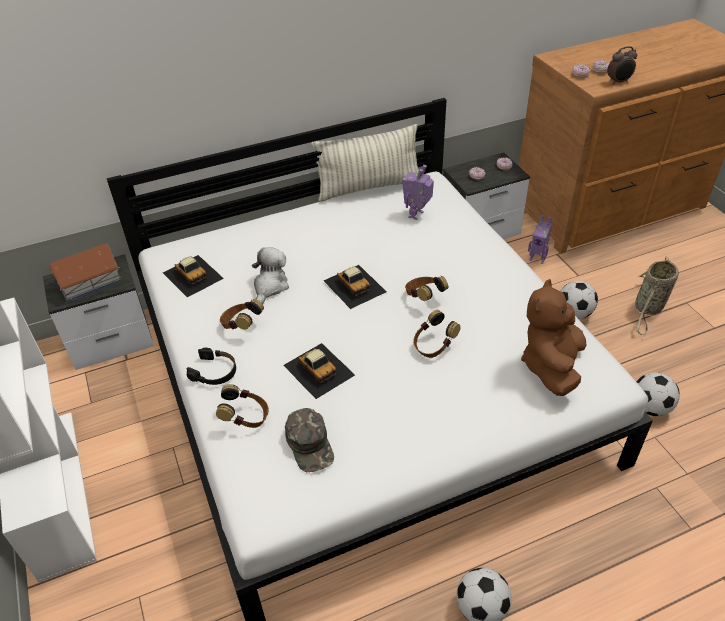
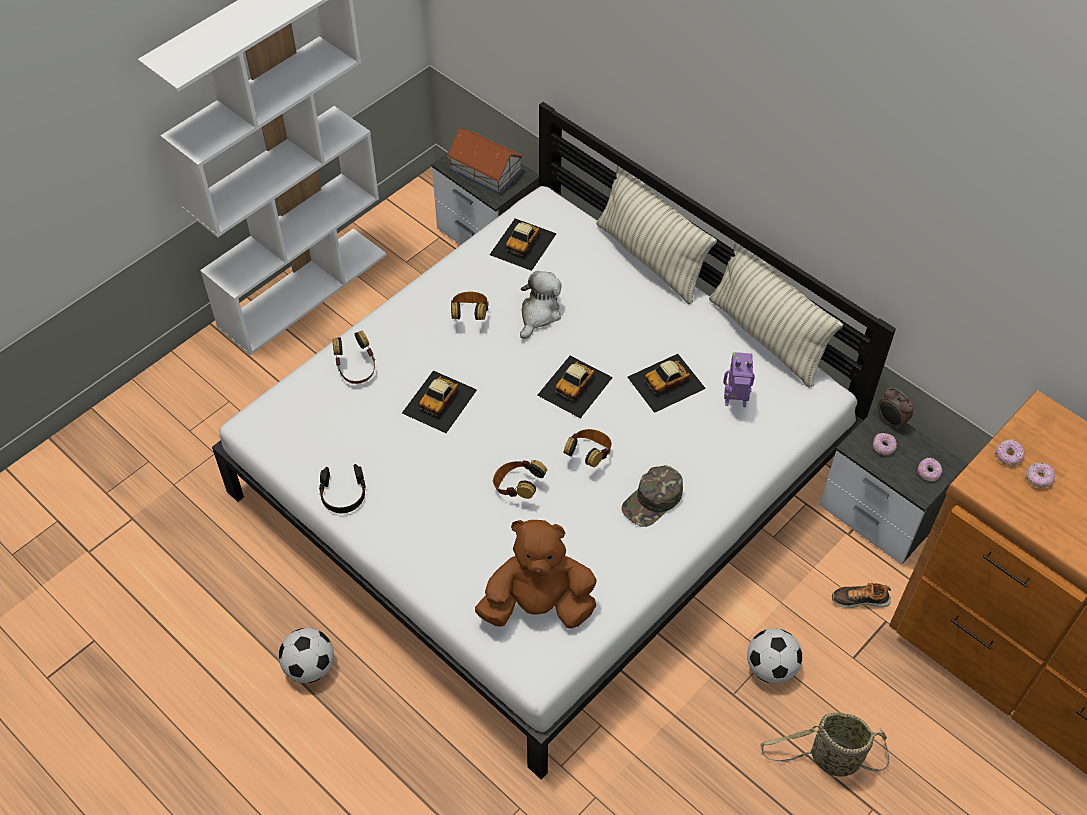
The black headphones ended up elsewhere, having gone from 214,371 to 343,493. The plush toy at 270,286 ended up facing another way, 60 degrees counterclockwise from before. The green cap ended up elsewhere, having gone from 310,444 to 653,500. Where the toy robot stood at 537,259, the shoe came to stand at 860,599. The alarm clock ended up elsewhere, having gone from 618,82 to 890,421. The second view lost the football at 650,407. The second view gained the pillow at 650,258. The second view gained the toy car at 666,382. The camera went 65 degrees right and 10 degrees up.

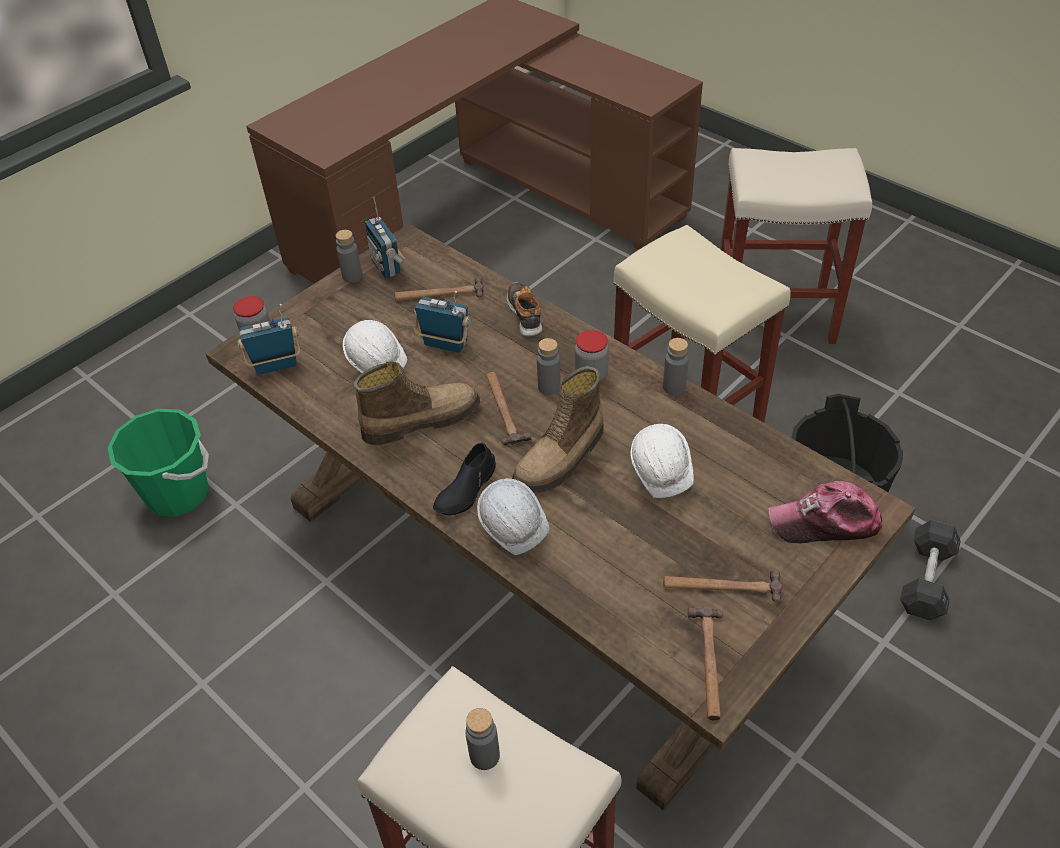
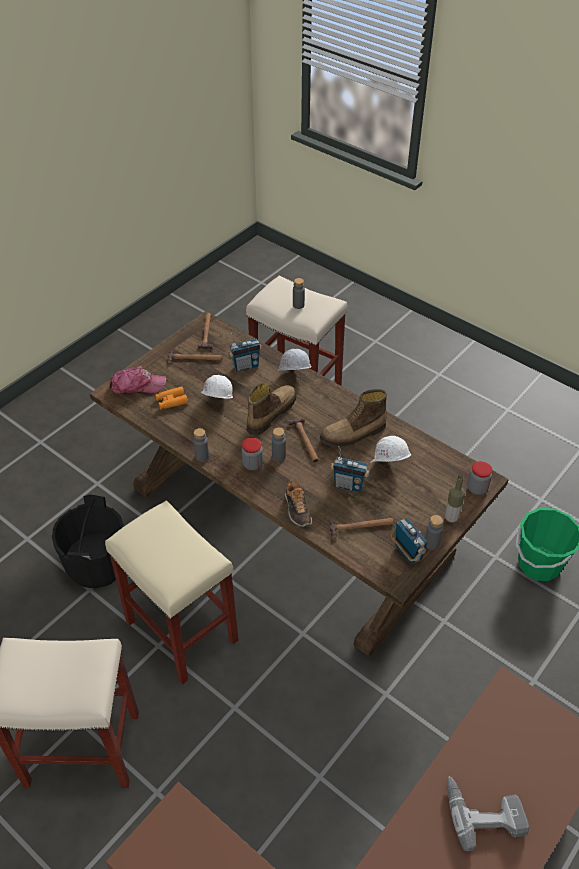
The radio ended up elsewhere, having gone from 276,366 to 245,366. The second view lost the black shoe at 466,489. The second view lost the grey dumbbell at 926,580. The second view gained the orange binoculars at 171,401. The second view gained the bottle at 451,518. The second view gained the power drill at 483,811. The camera went 175 degrees right and 0 degrees up.

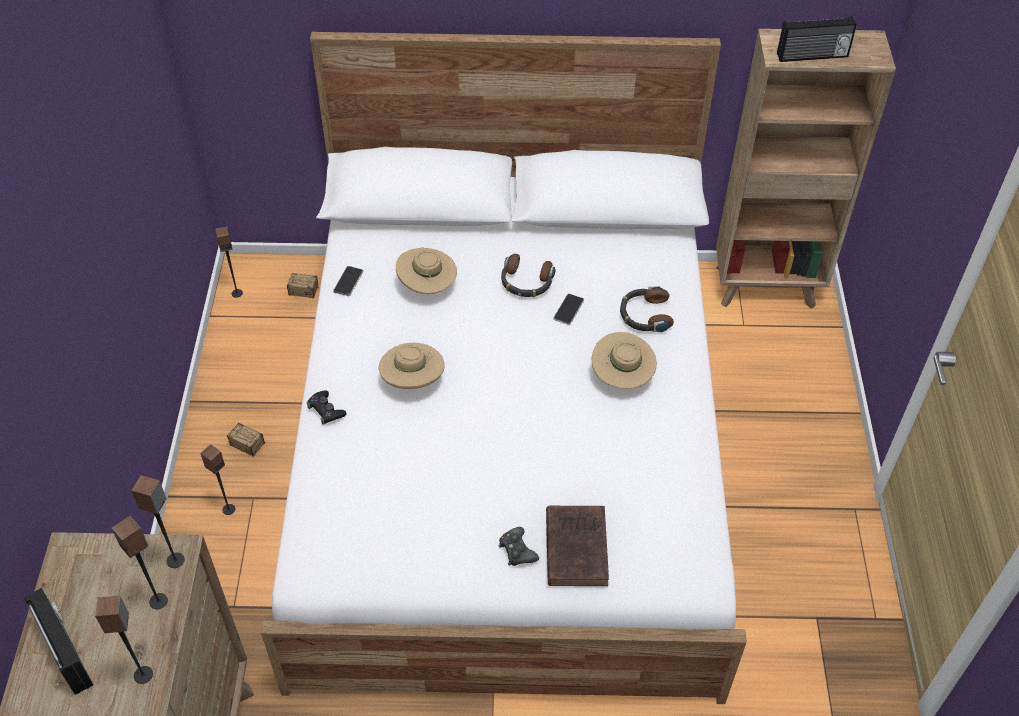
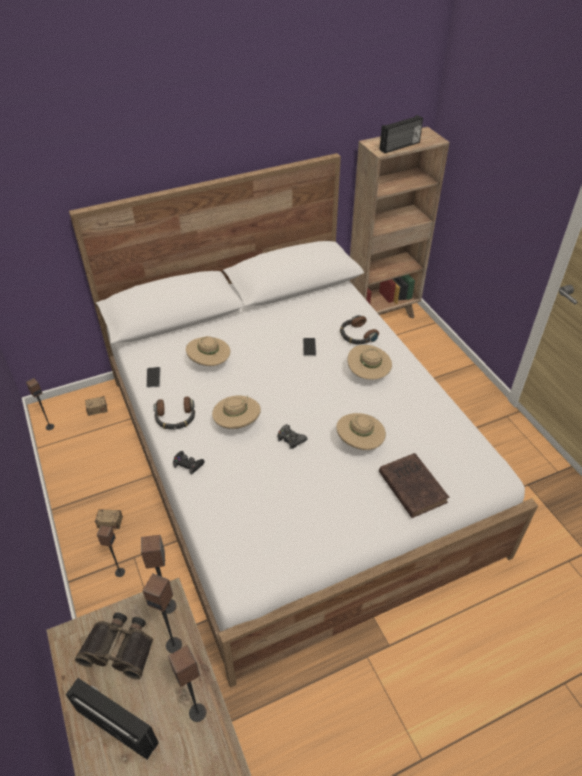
The black game controller ended up elsewhere, having gone from 517,550 to 290,439. The headphones ended up elsewhere, having gone from 526,282 to 175,417. The second view gained the binoculars at 120,647. The second view gained the beige hat at 359,443. The camera went 25 degrees left and 5 degrees down.

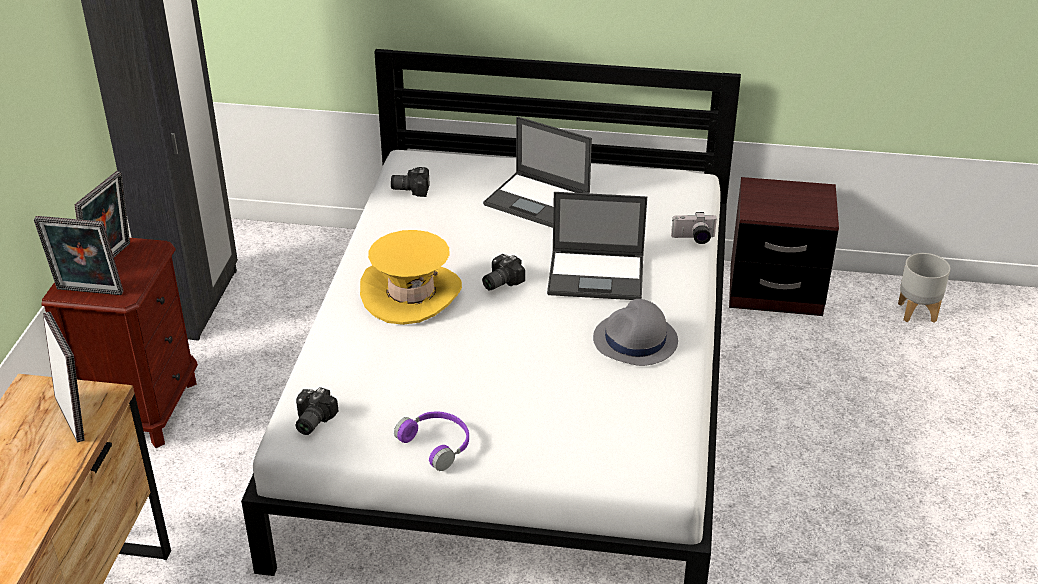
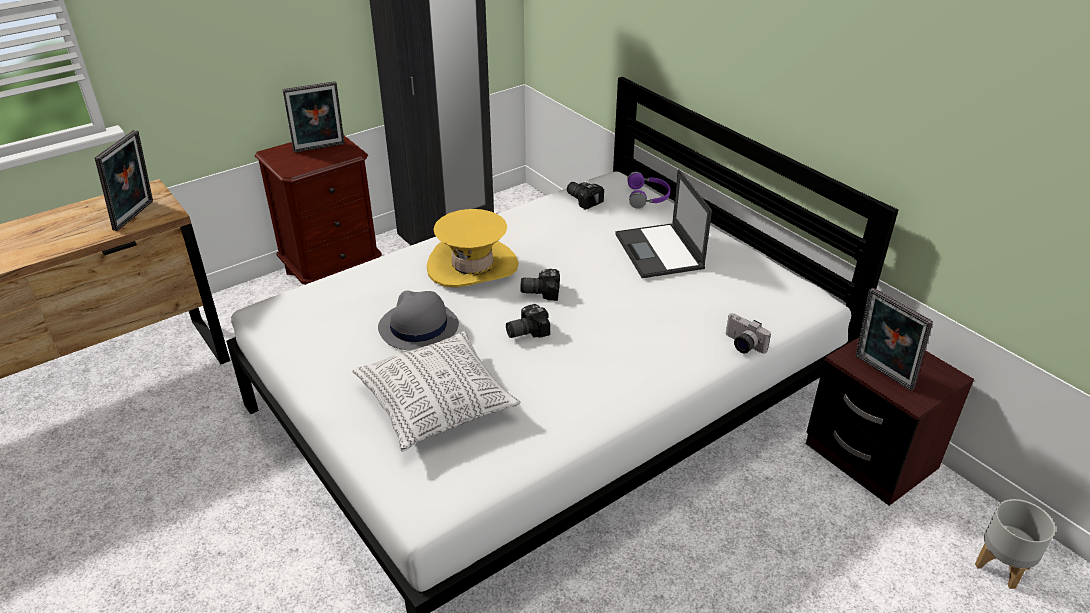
The picture frame ended up elsewhere, having gone from 88,293 to 881,374. The photo camera ended up elsewhere, having gone from 311,421 to 526,331. The purple headphones ended up elsewhere, having gone from 438,444 to 648,197. The second view lost the laptop at 597,275. The grey hat ended up elsewhere, having gone from 635,341 to 418,327. The second view gained the pillow at 437,404. The camera went 45 degrees right and 0 degrees up.

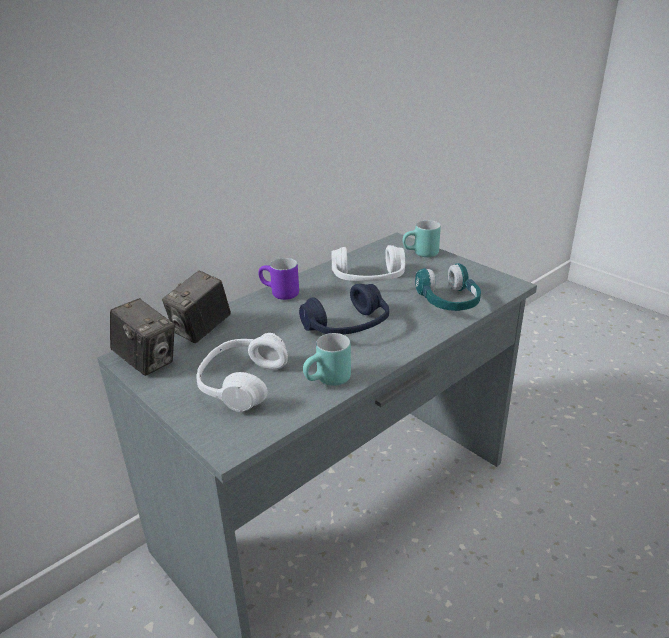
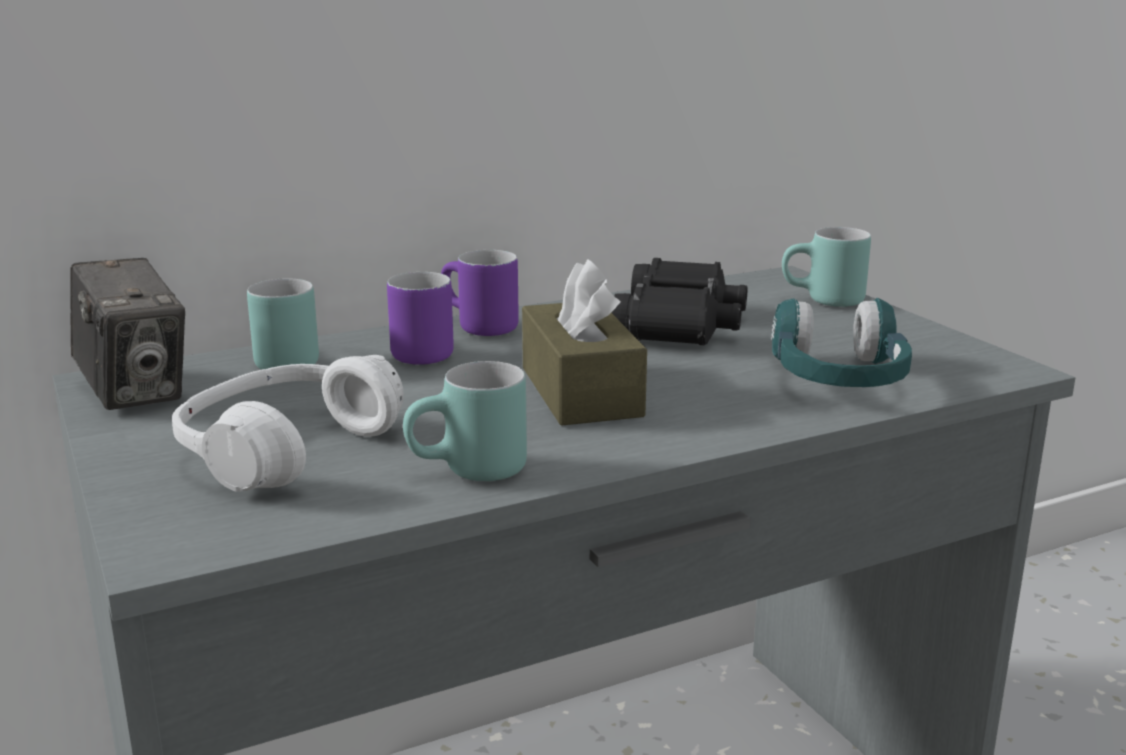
Where the photo camera stood at 201,330, the turquoise mug came to stand at 278,361. Where the blue headphones stood at 347,327, the brown tissue box came to stand at 581,391. Where the white headphones stood at 368,279, the black binoculars came to stand at 681,325. The second view gained the purple mug at 415,352. The camera went 15 degrees right and 10 degrees down.

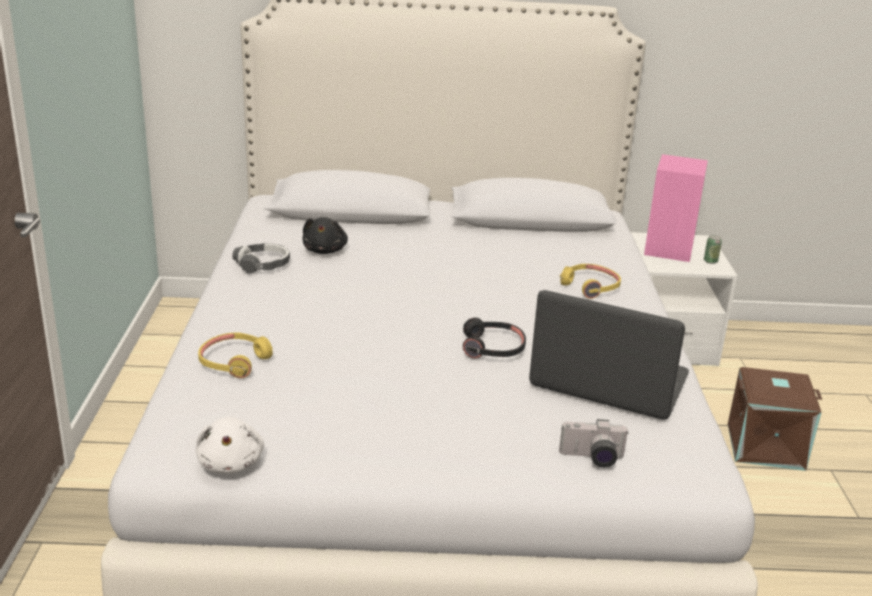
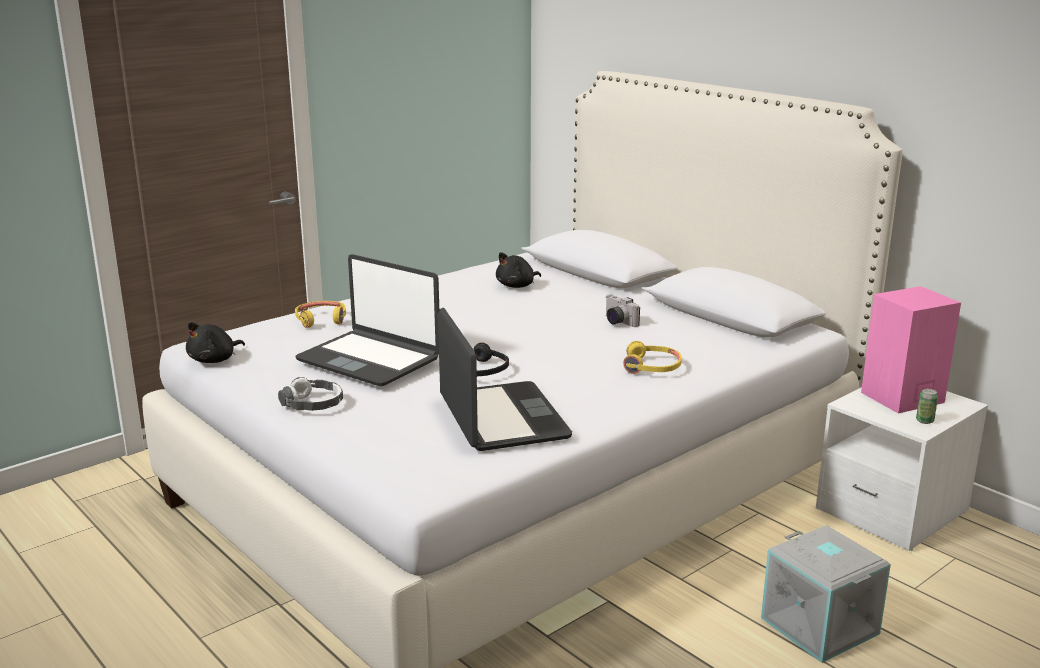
What was the white plush toy at 231,463 turned into the black plush toy at 215,360. The headphones ended up elsewhere, having gone from 263,265 to 312,404. The photo camera ended up elsewhere, having gone from 592,459 to 617,322. What was the brown storage box at 766,445 turned into the grey storage box at 821,625. The second view gained the laptop at 369,359. The camera went 50 degrees right and 5 degrees down.

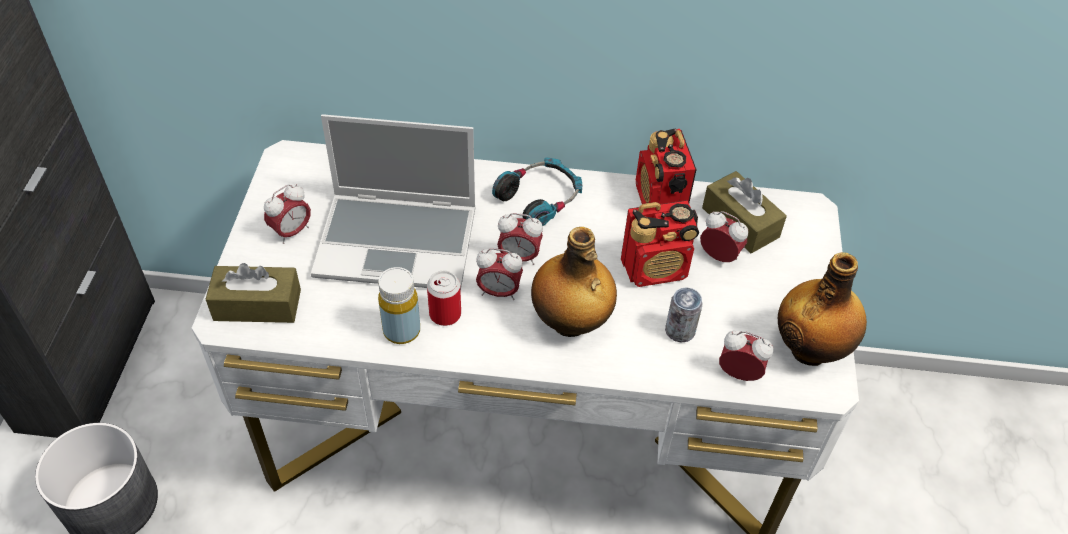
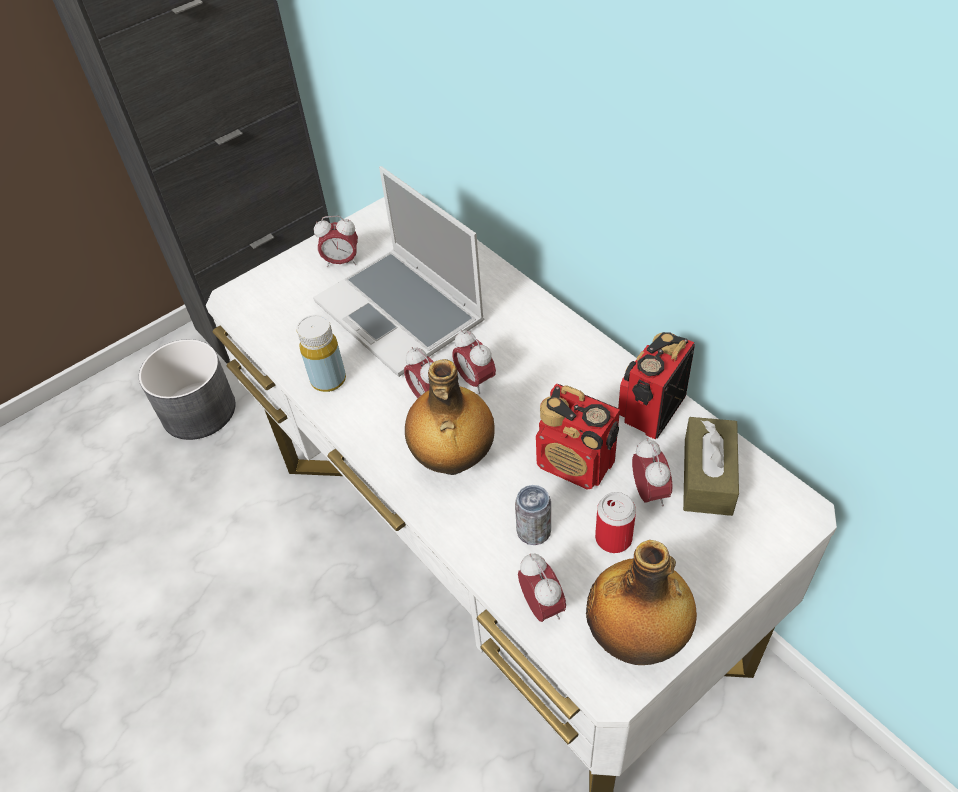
The second view lost the brown tissue box at 257,305. The can ended up elsewhere, having gone from 445,314 to 613,538. The second view lost the headphones at 540,199. The camera went 50 degrees right and 0 degrees up.

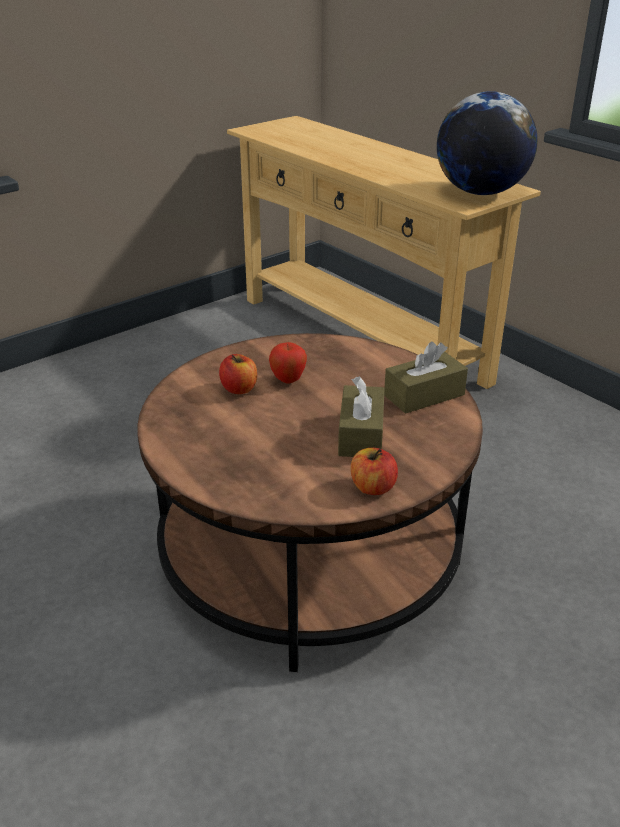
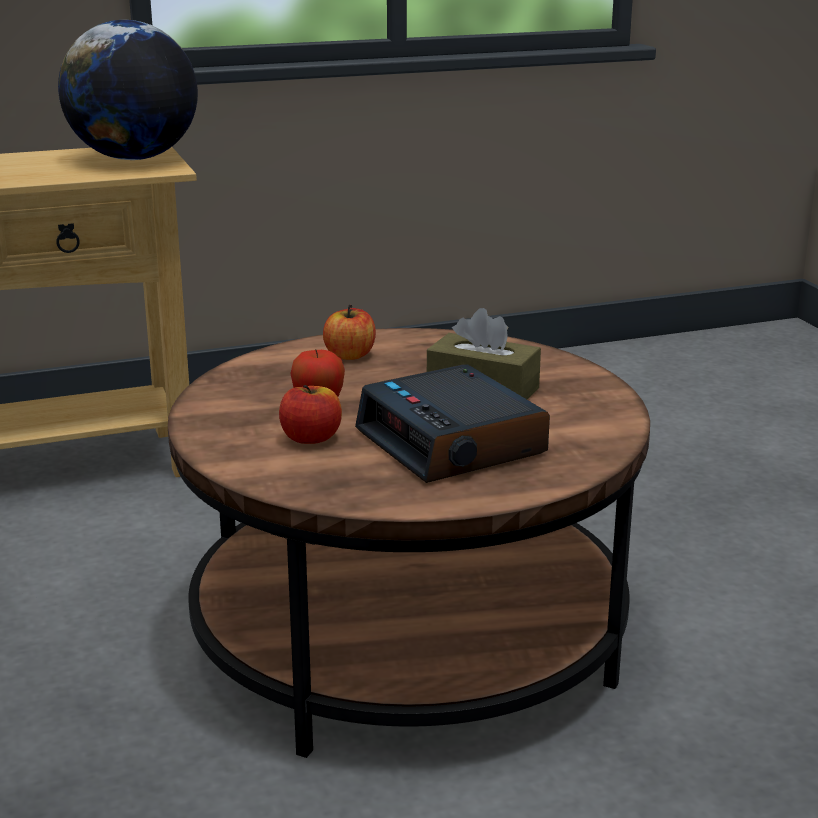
The apple ended up elsewhere, having gone from 372,487 to 350,355. The second view lost the brown tissue box at 424,395. The second view gained the alarm clock at 453,443. The camera went 70 degrees left and 10 degrees down.

